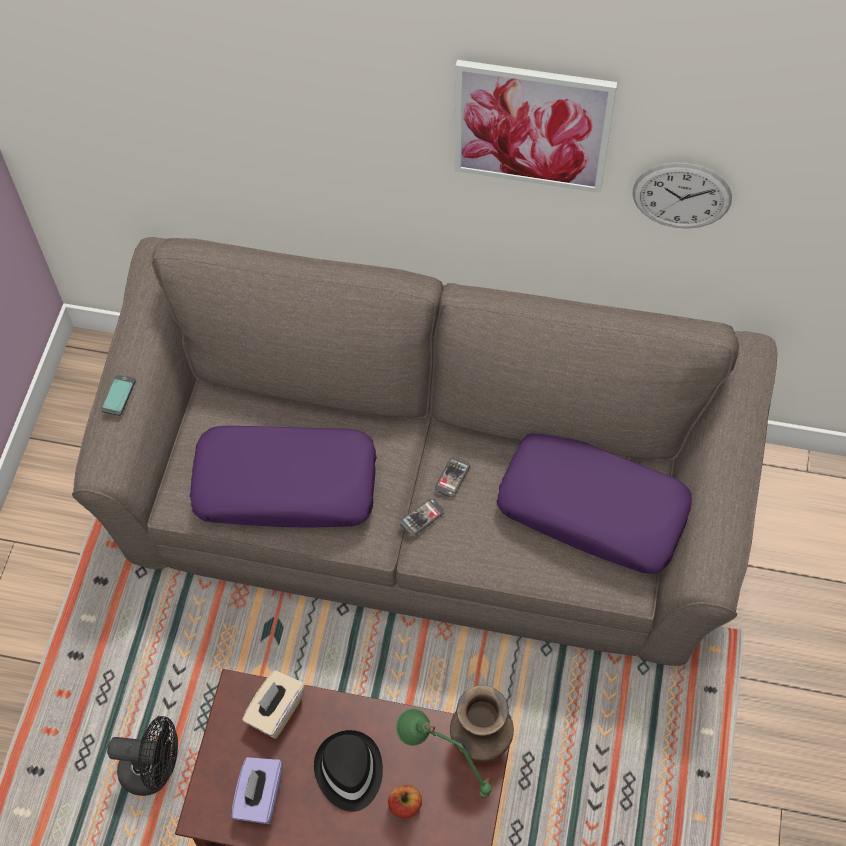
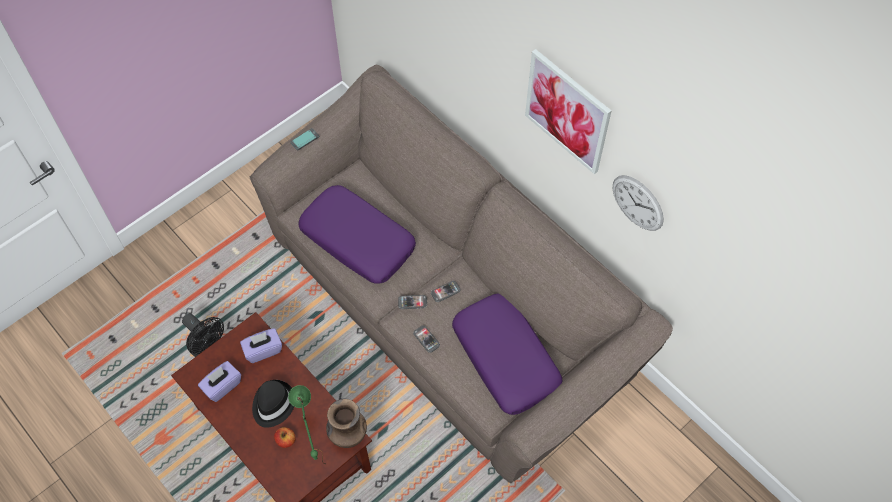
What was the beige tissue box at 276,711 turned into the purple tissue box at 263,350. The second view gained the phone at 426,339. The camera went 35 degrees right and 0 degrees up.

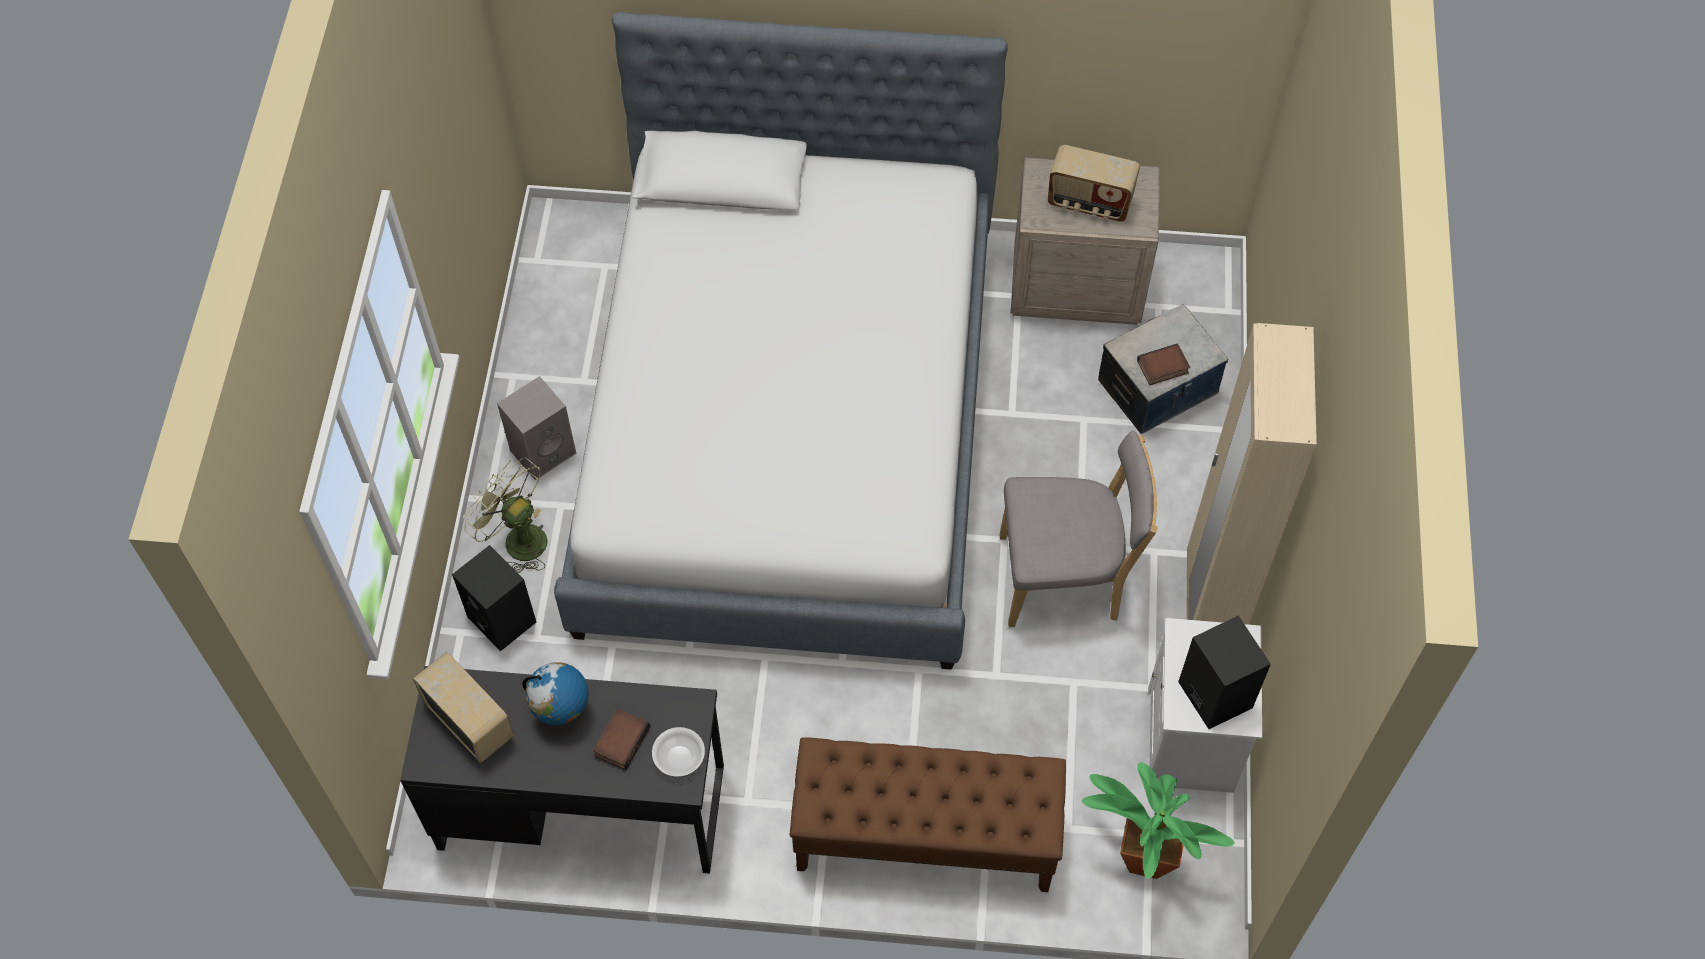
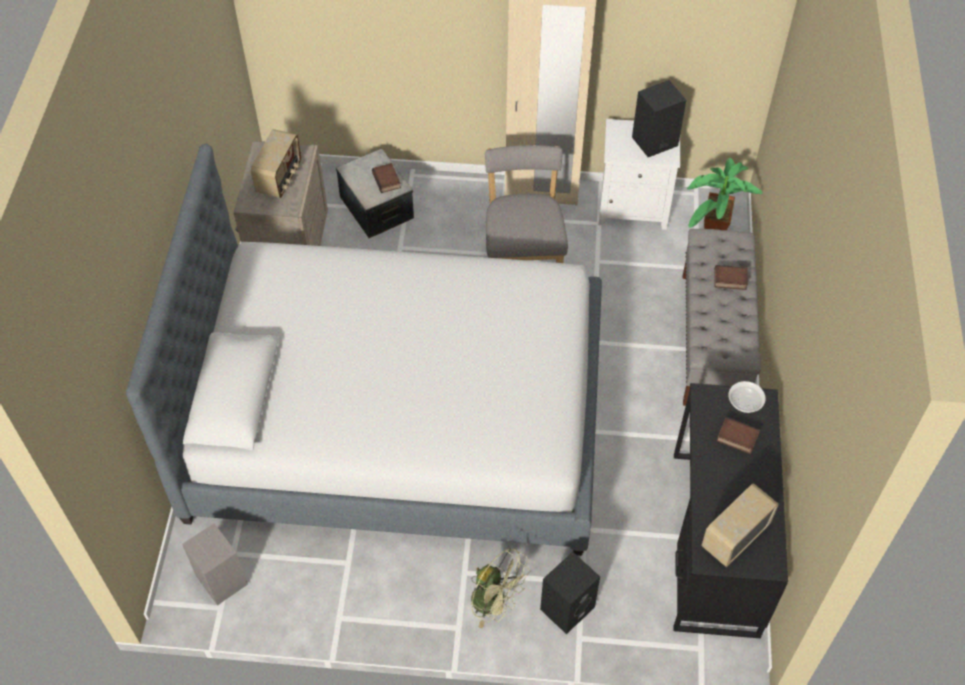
The green fan at 517,539 ended up facing another way, 90 degrees counterclockwise from before. The grey speaker ended up elsewhere, having gone from 543,450 to 220,579. The second view lost the globe at 562,712. What was the brown bench at 924,837 turned into the grey bench at 712,340. The second view gained the book at 729,280. The camera went 90 degrees left and 5 degrees down.

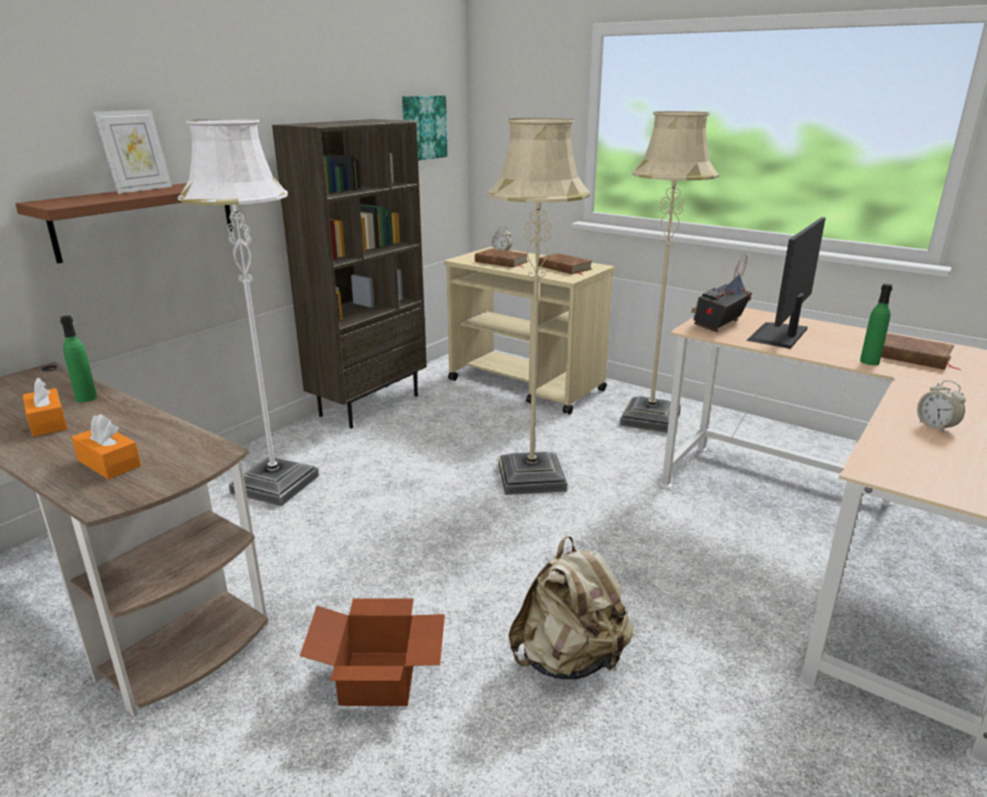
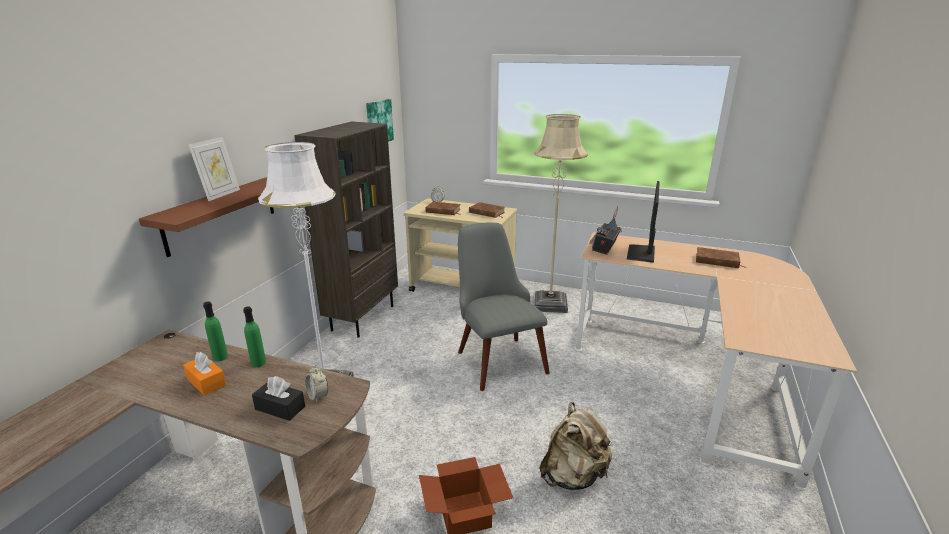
What was the orange tissue box at 109,463 turned into the black tissue box at 280,408. Where the beige floor lamp stood at 531,477, the grey chair came to stand at 496,356. The green bottle ended up elsewhere, having gone from 869,361 to 258,363. The alarm clock ended up elsewhere, having gone from 935,427 to 318,396. The camera went 15 degrees left and 0 degrees up.

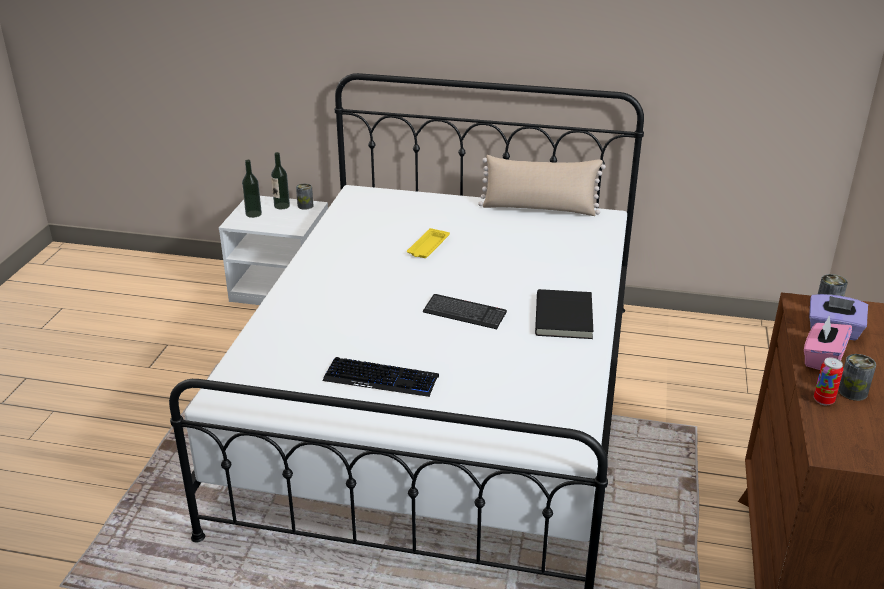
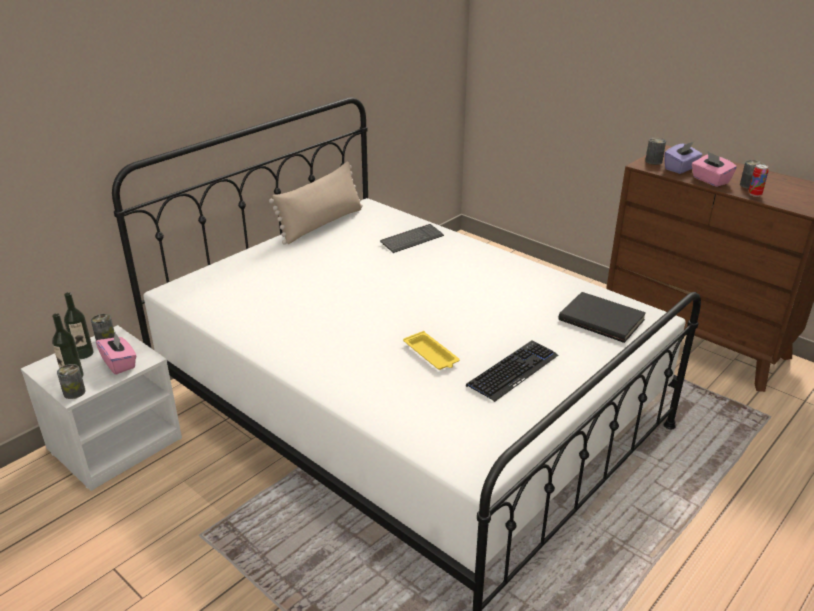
The yellow tray ended up elsewhere, having gone from 428,247 to 431,355. The keyboard ended up elsewhere, having gone from 464,313 to 412,240. The black book ended up elsewhere, having gone from 565,317 to 602,319. The second view gained the can at 74,392. The second view gained the pink tissue box at 119,363. The camera went 60 degrees left and 0 degrees up.

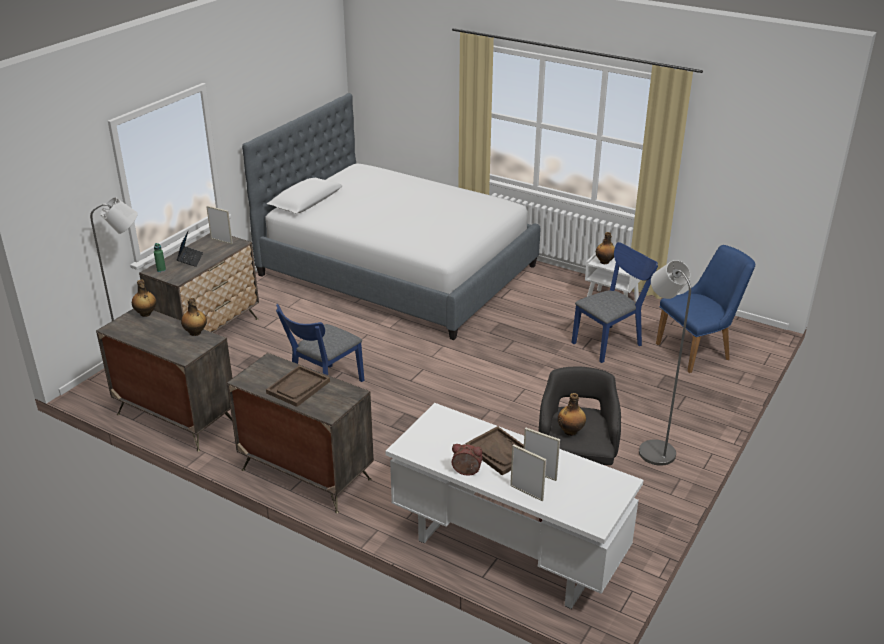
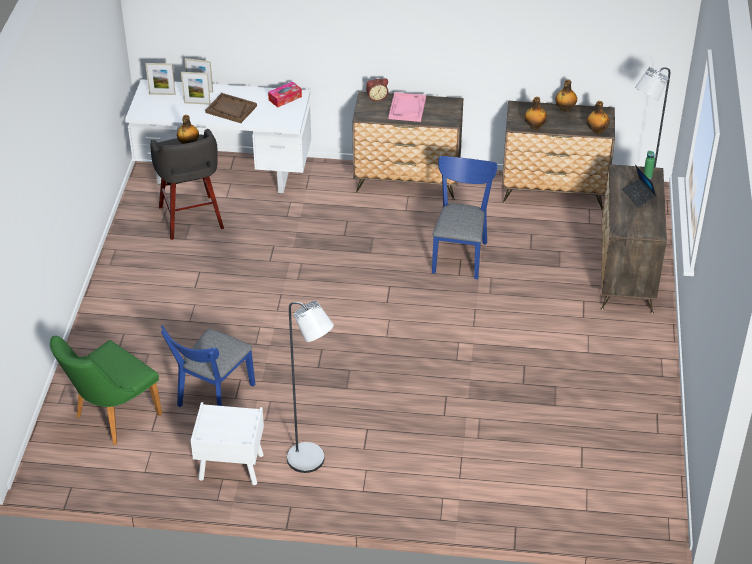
The picture frame ended up elsewhere, having gone from 221,241 to 162,94. The second view lost the bed at 398,270. What was the brown tray at 298,387 turned into the pink tray at 407,108. The alarm clock ended up elsewhere, having gone from 466,472 to 377,98. The bottle ended up elsewhere, having gone from 605,262 to 565,109. The grey floor lamp ended up elsewhere, having gone from 652,449 to 311,462. What was the blue chair at 699,350 turned into the green chair at 111,418. The second view gained the tissue box at 285,98. The camera went 155 degrees right and 10 degrees up.

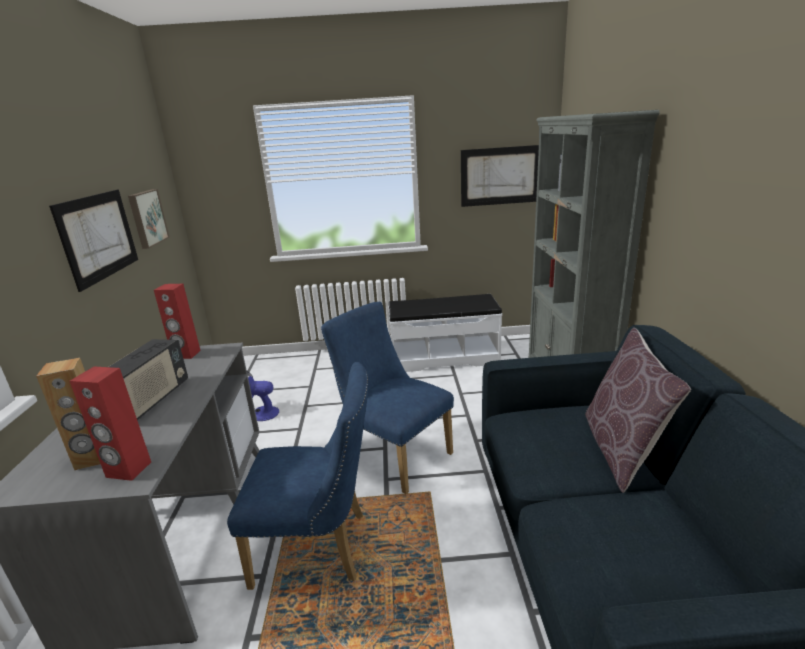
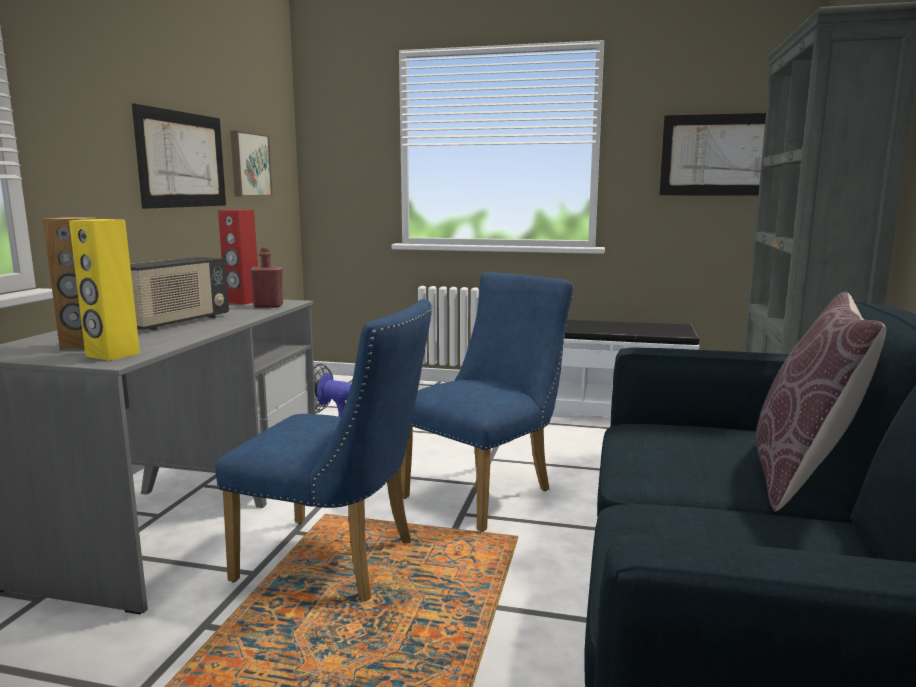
What was the red speaker at 128,470 turned into the yellow speaker at 112,355. The blue chair at 394,454 ended up facing another way, 75 degrees clockwise from before. The second view gained the red bottle at 268,306. The camera went 15 degrees right and 10 degrees down.

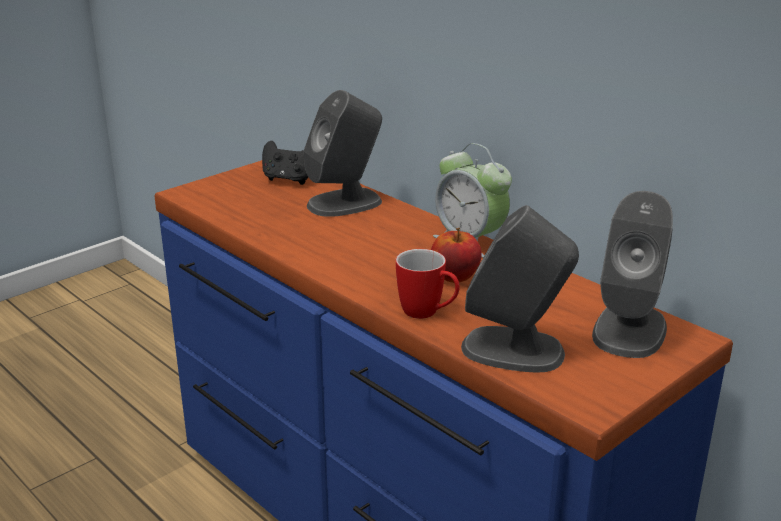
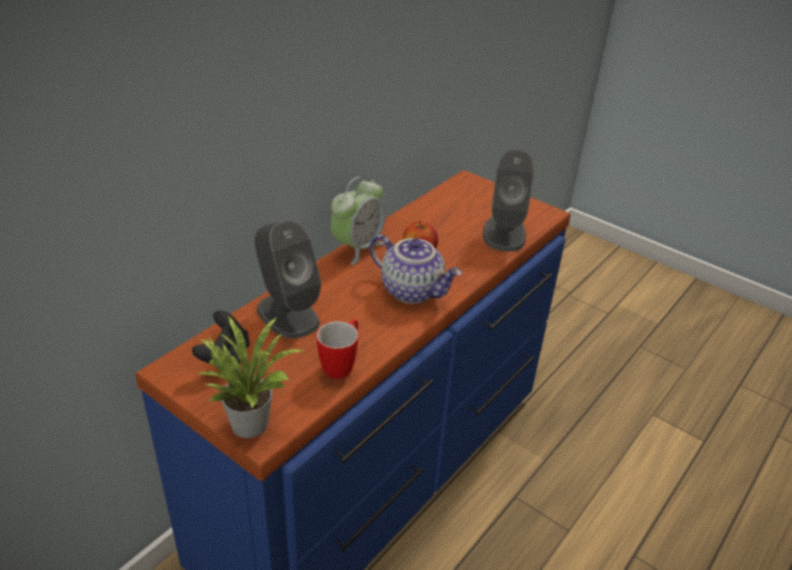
The mug ended up elsewhere, having gone from 428,314 to 341,365. The second view lost the grey speaker at 629,330. The second view gained the potted plant at 250,420. The second view gained the teapot at 413,290. The camera went 100 degrees left and 10 degrees up.

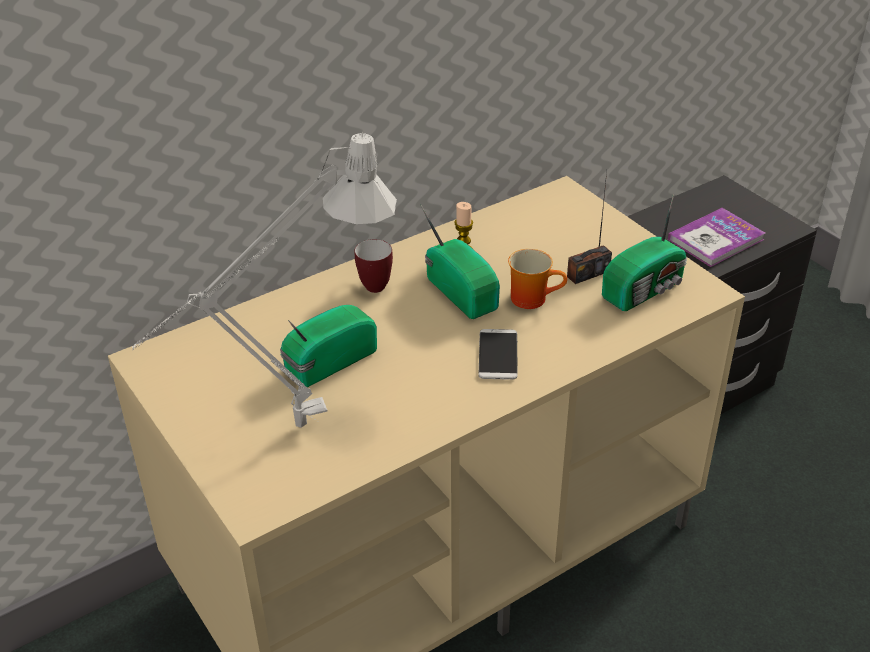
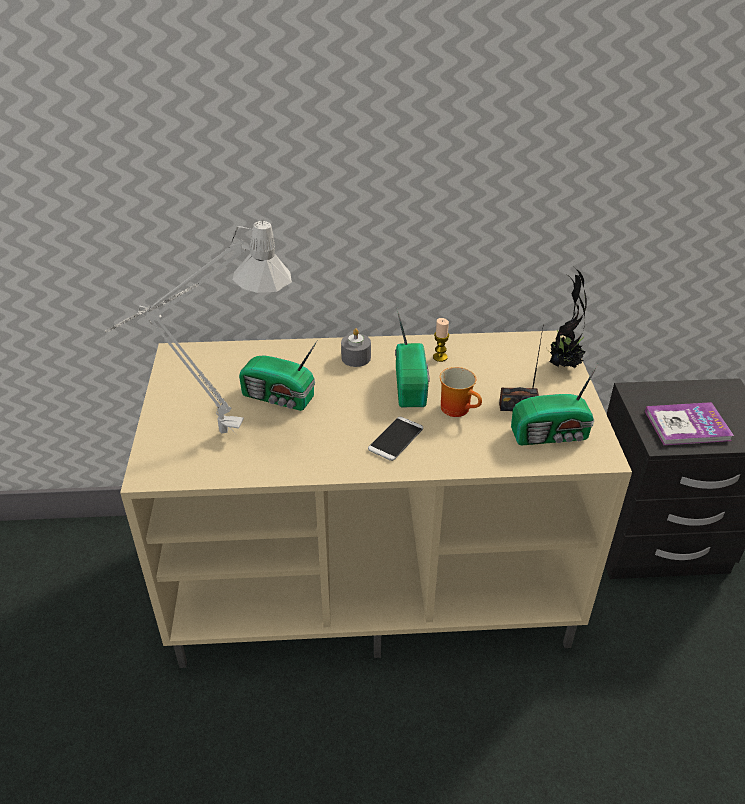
The radio at 327,362 ended up facing another way, 150 degrees counterclockwise from before. Where the mug stood at 372,284, the grey candle came to stand at 356,358. The second view gained the potted plant at 563,364. The camera went 30 degrees right and 0 degrees up.

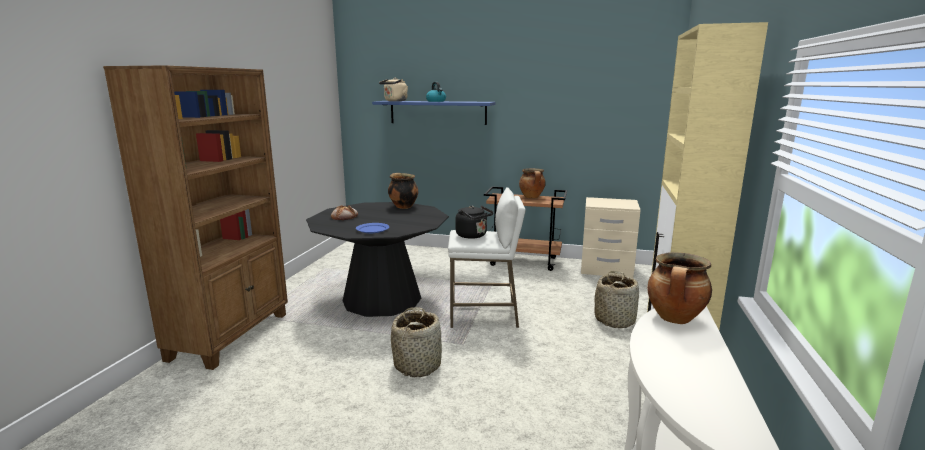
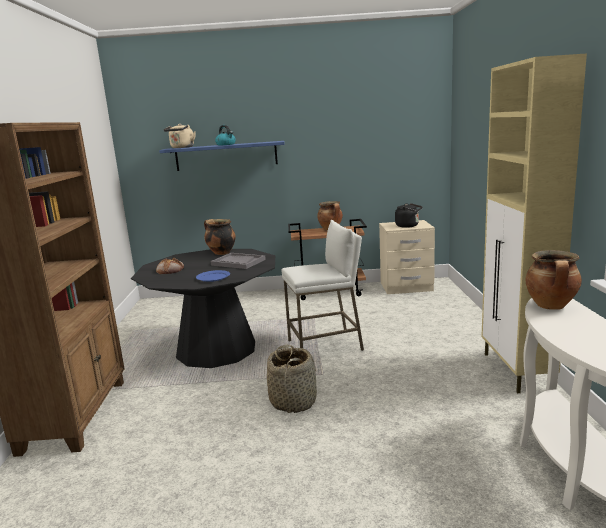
The black kettle ended up elsewhere, having gone from 473,236 to 408,226. The second view lost the basket at 615,320. The second view gained the grey tray at 238,262. The camera went 15 degrees left and 0 degrees up.

